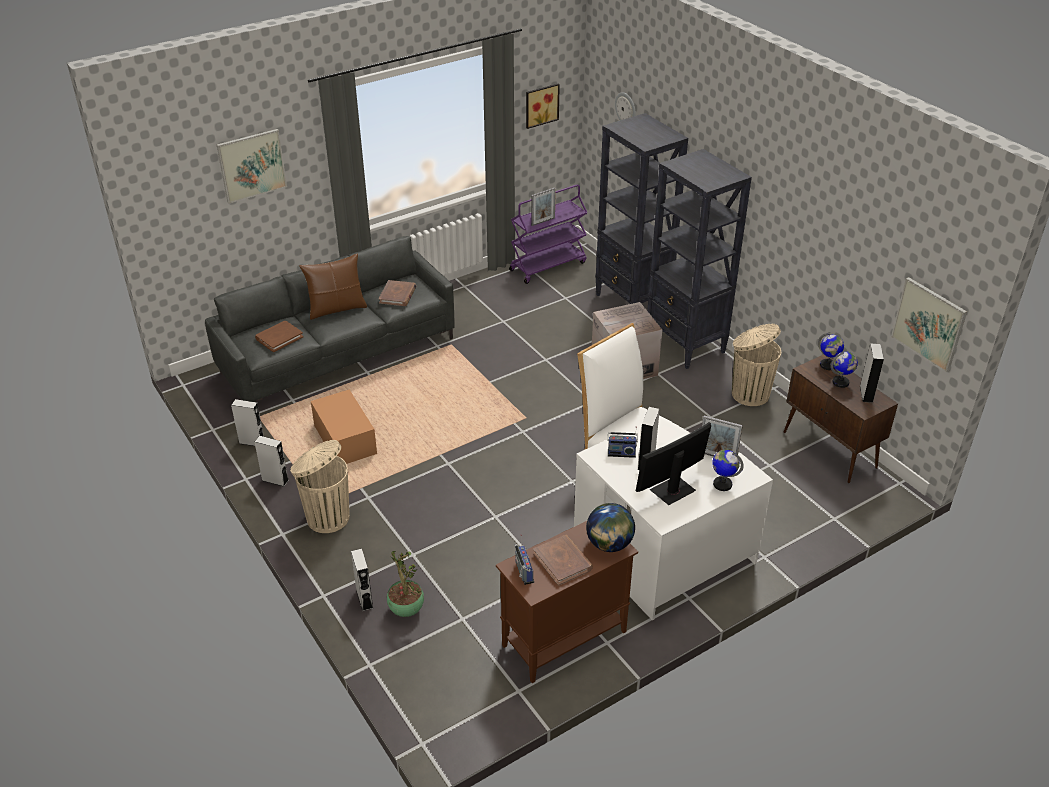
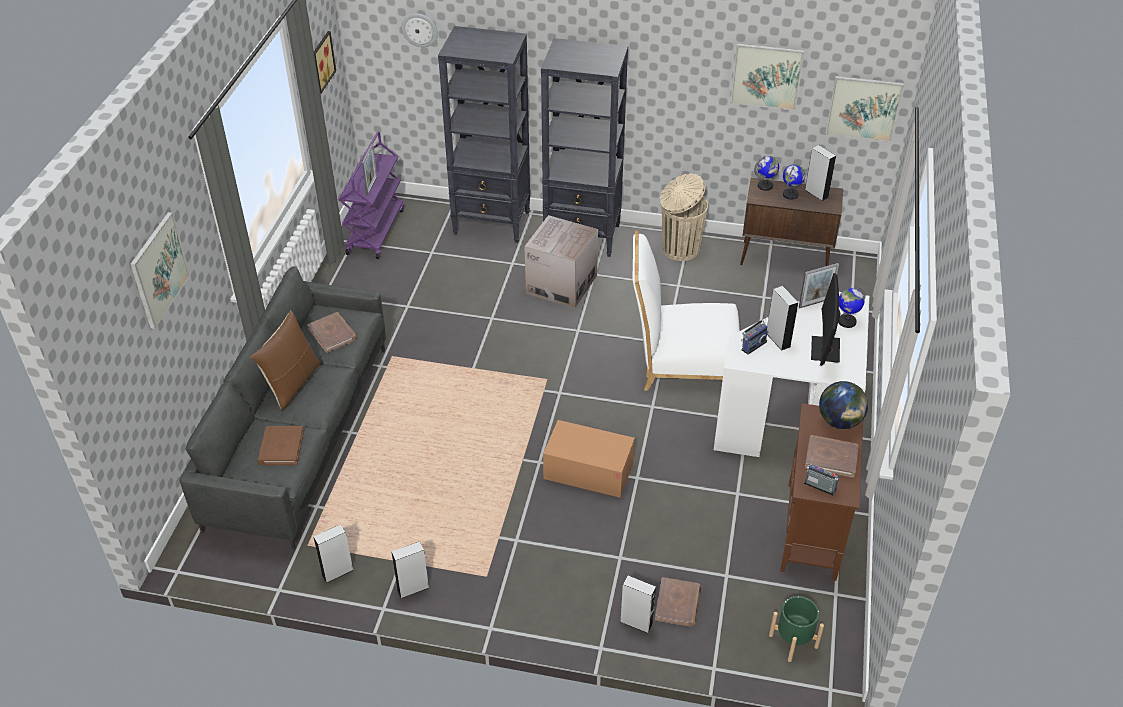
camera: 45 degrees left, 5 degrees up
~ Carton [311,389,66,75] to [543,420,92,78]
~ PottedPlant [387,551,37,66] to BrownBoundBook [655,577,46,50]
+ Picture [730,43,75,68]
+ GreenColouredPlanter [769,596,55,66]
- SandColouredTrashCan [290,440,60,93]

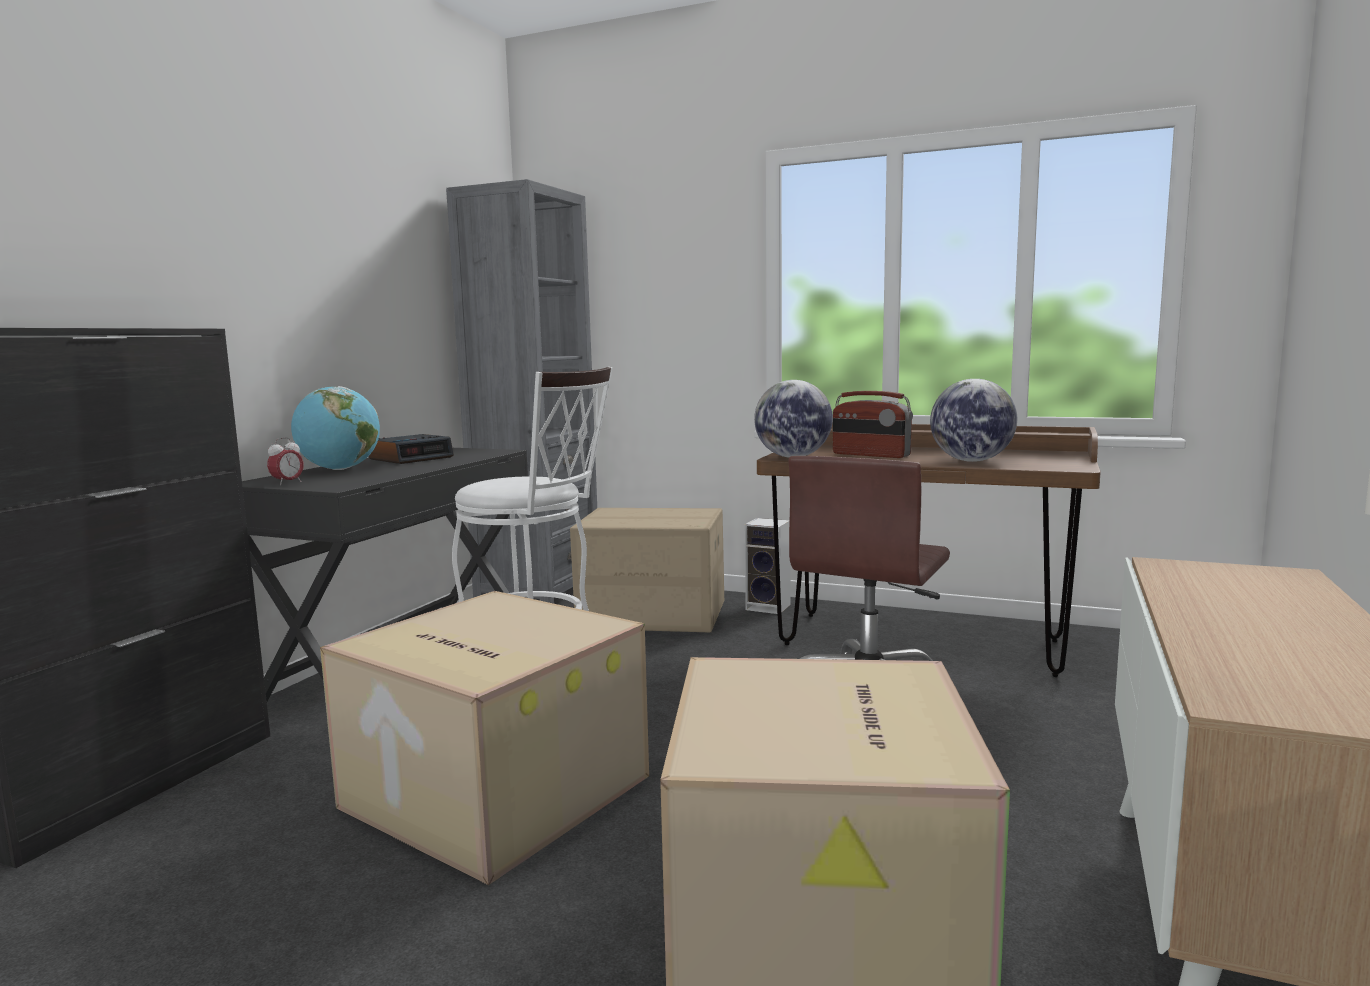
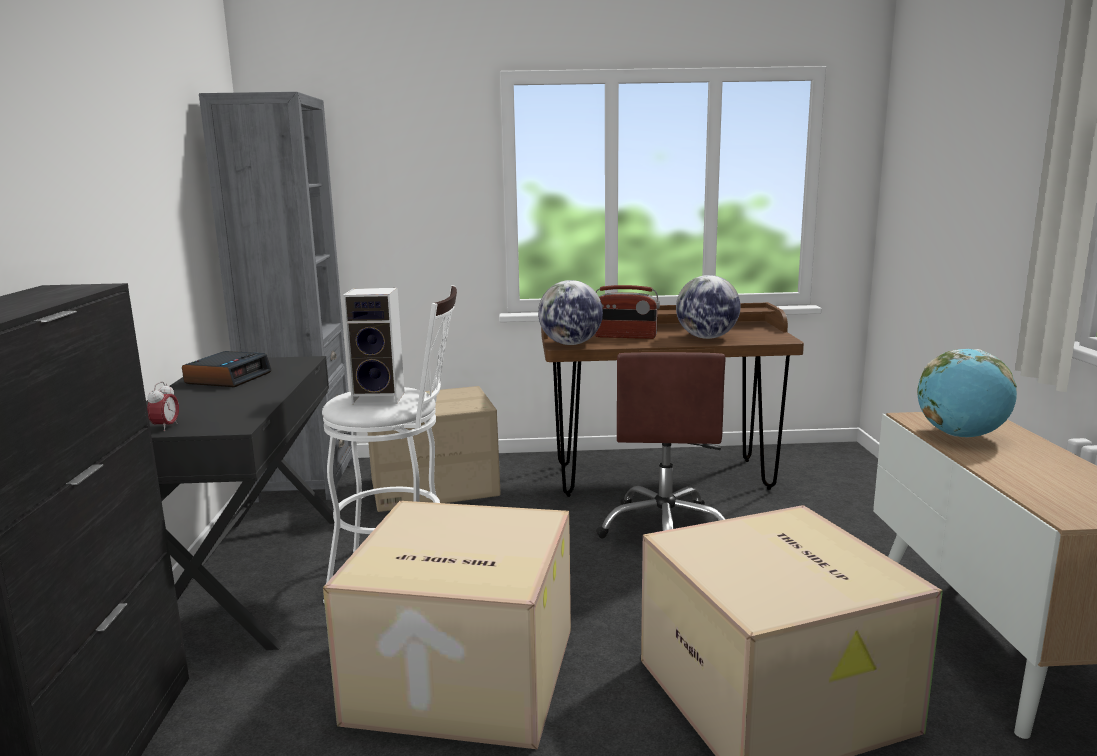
camera: 25 degrees left, 5 degrees up
~ Speaker [745,518,45,96] to [343,288,62,117]
~ DeskGlobe [291,386,89,84] to [917,349,100,88]

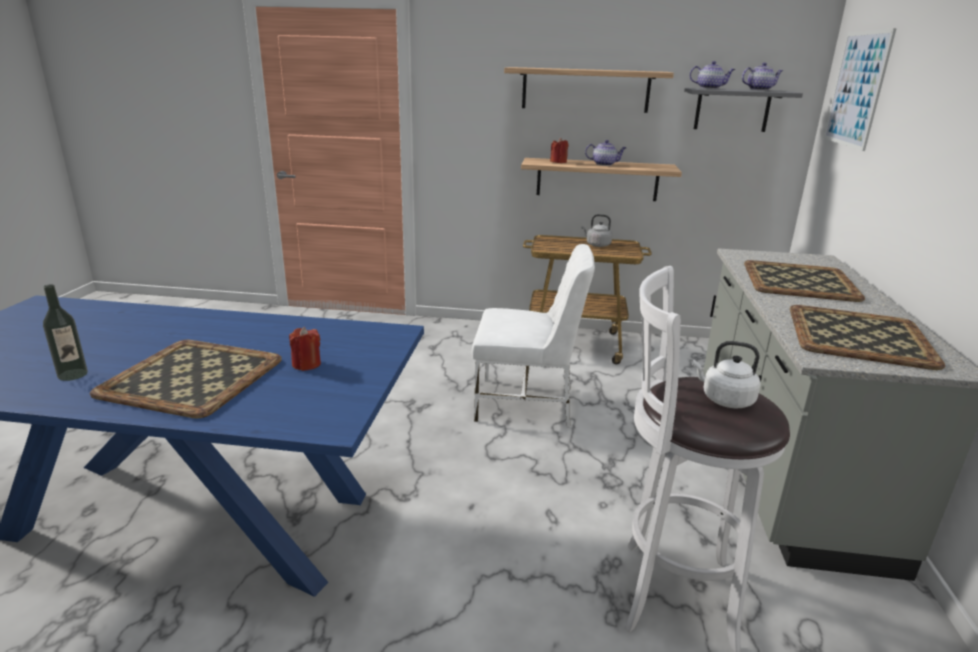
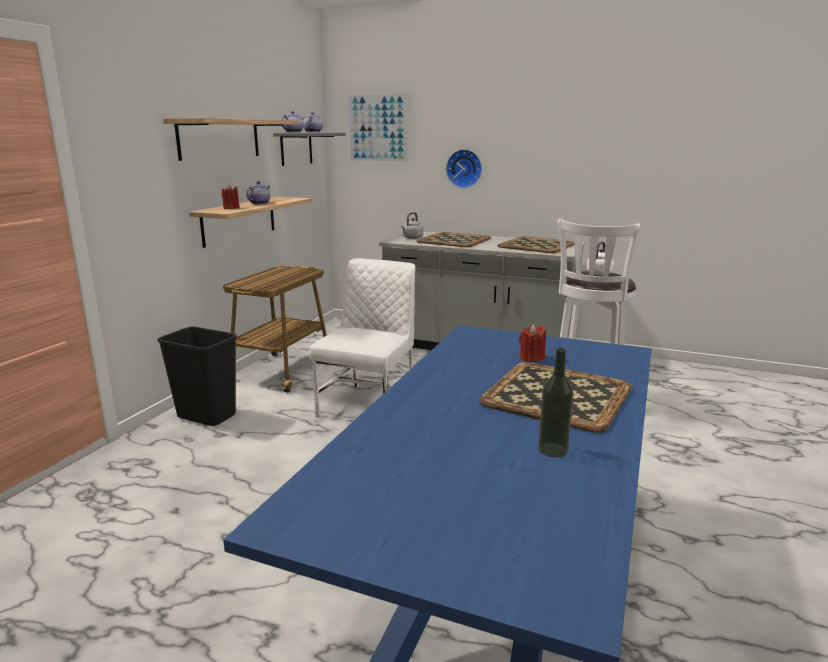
camera: 75 degrees left, 5 degrees down
+ BlackColouredTrashCan [157,327,80,99]
~ GreyishTeaKettle [581,214,31,33] to [401,212,22,27]
+ WallClock [446,149,36,39]

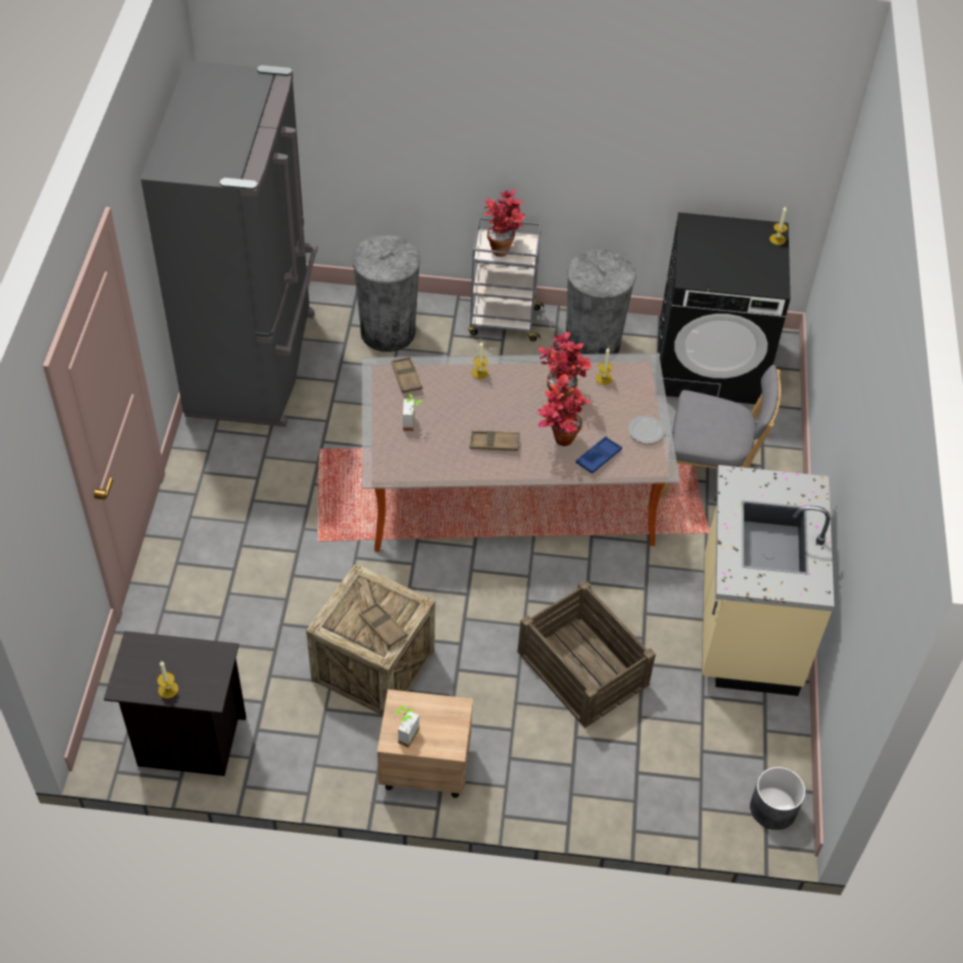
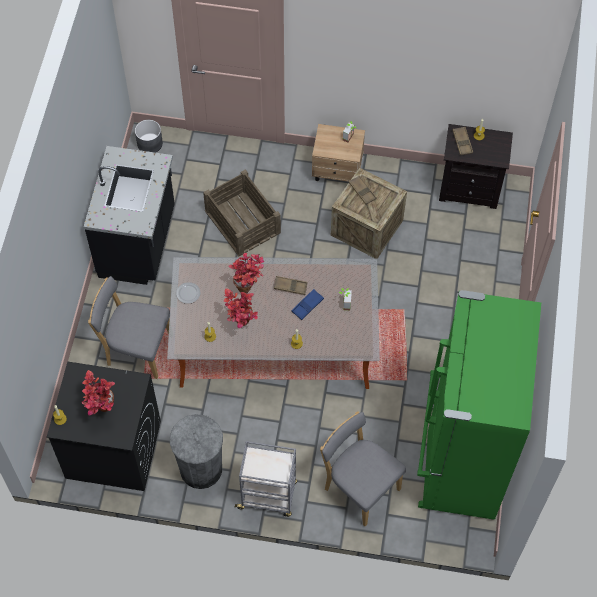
camera: 175 degrees left, 10 degrees up
~ PottedPlant [484,189,41,68] to [82,370,33,45]
~ SandColouredKitchenBaseUnit [702,465,132,231] to BlackColouredKitchenBaseUnit [84,146,91,139]
~ BlueCarryingTray [576,436,46,38] to [291,289,33,31]
~ GreyishTrashCan [352,235,69,117] to GreyishPlainChair [320,411,86,115]
~ GreyishFridge [141,60,177,367] to GreenColouredFridge [417,290,124,230]
~ BrownCarryingTray [391,356,31,37] to [453,127,20,29]

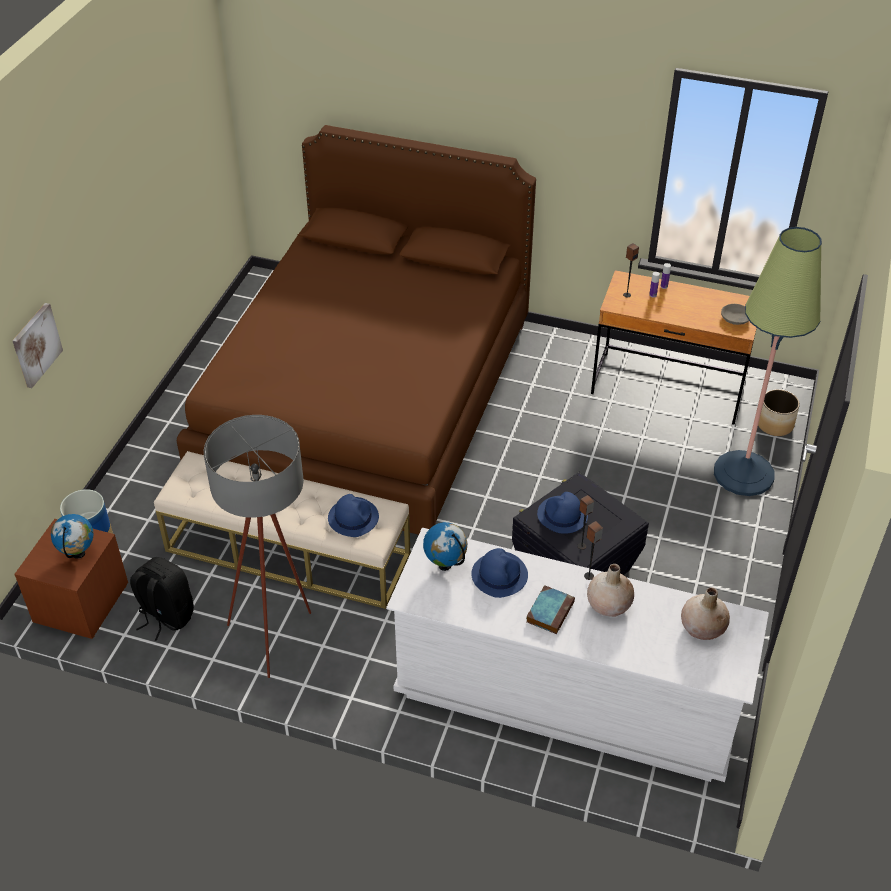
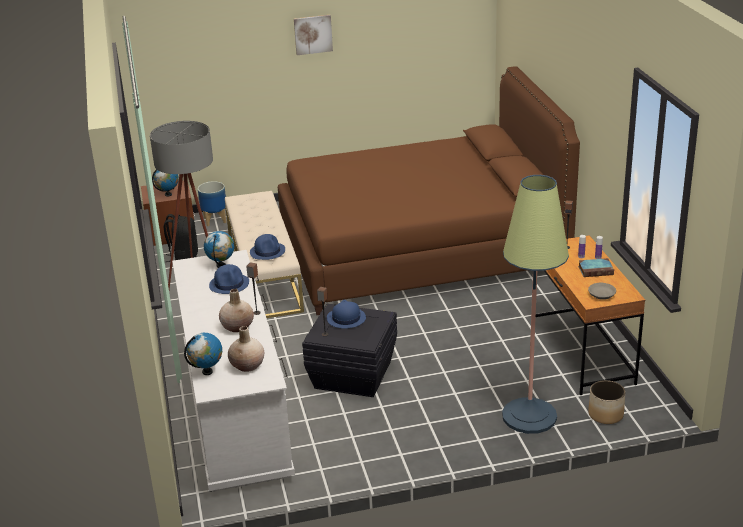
camera: 60 degrees right, 15 degrees down
+ DeskGlobe [184,333,38,42]
~ Picture [12,303,51,85] to [294,15,39,40]
~ BoundBook [526,585,49,49] to [578,258,36,19]

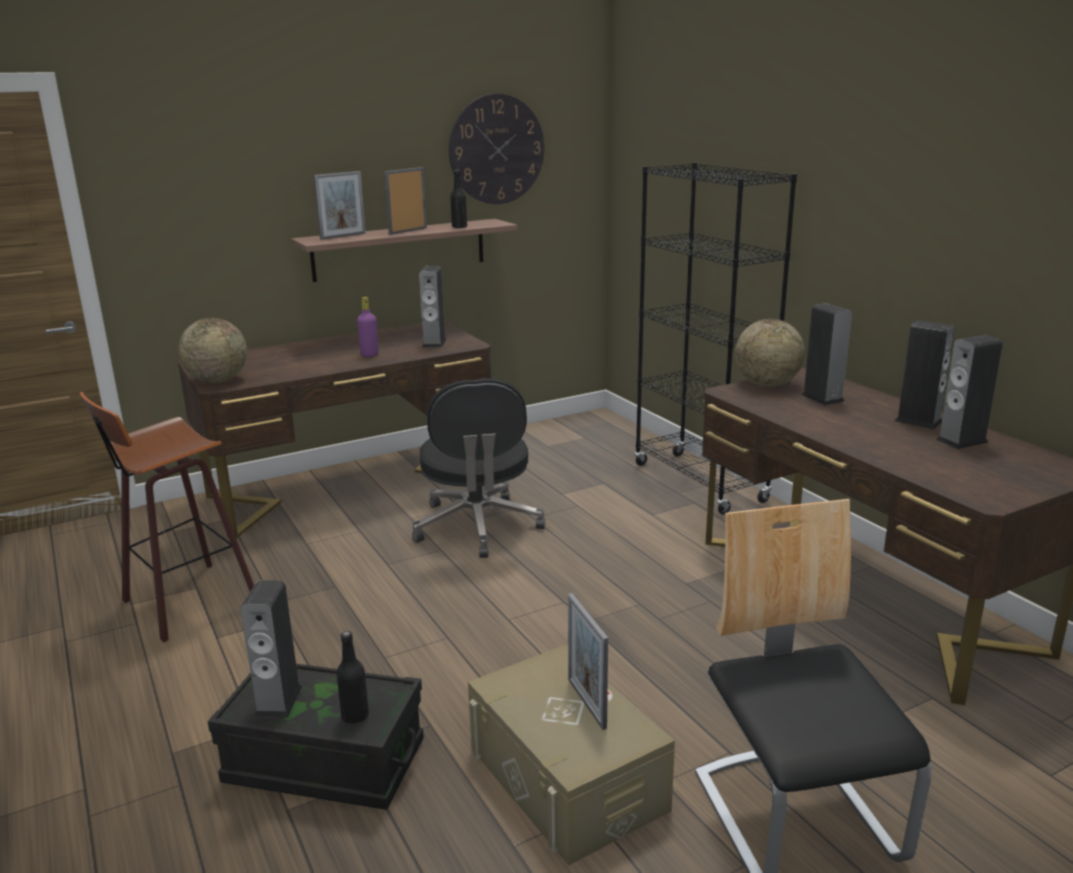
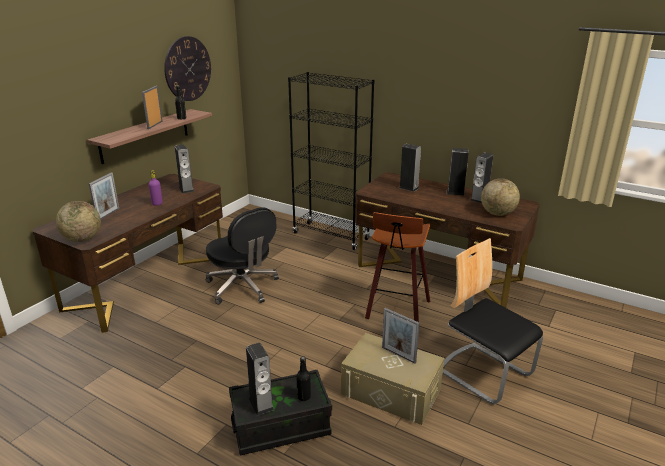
camera: 30 degrees left, 5 degrees up
~ PhotoFrame [314,171,52,69] to [89,173,30,46]
~ SittingStool [80,392,174,251] to [365,212,65,110]
~ DeskGlobe [735,319,70,68] to [481,178,39,38]

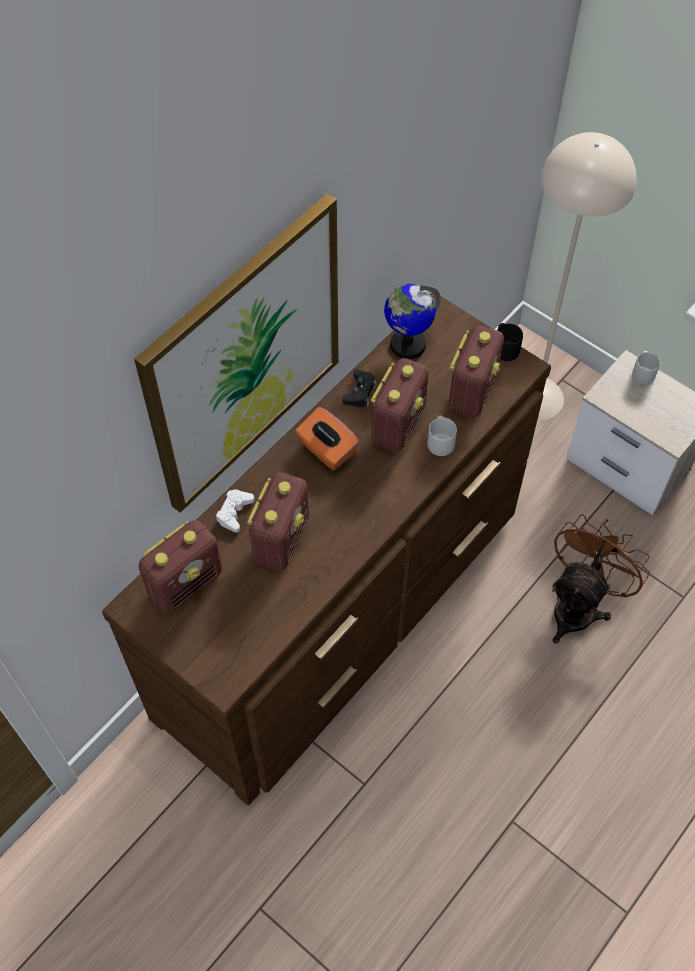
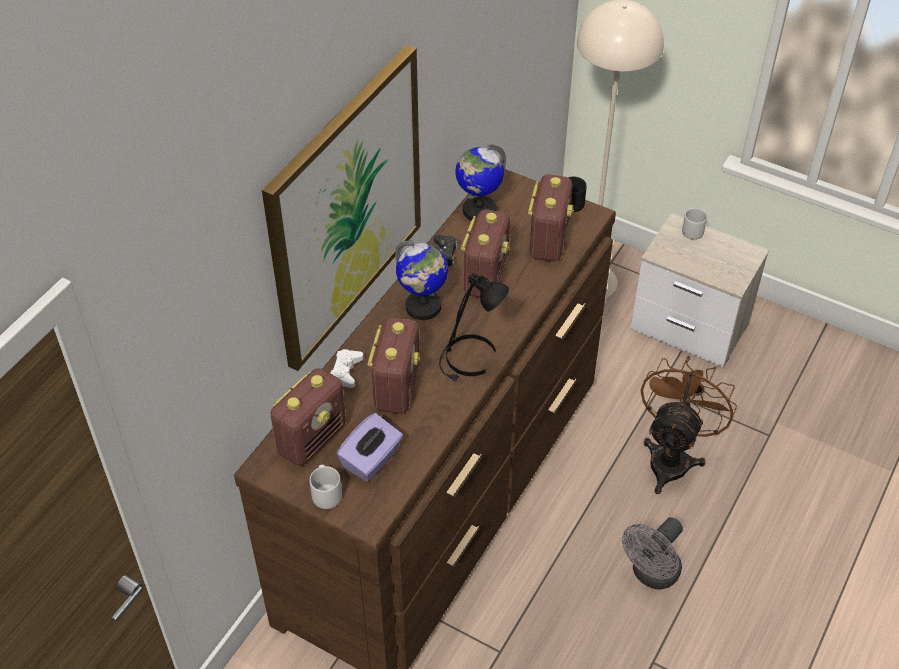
camera: 10 degrees left, 10 degrees down
~ GreyishCoffeeMug [427,415,30,41] to [309,465,33,44]
+ PurpleColouredTissueHolder [336,413,67,69]
~ OrangeyTissueHolder [296,407,63,63] to DeskGlobe [395,240,53,80]
+ BlackColouredTableLamp [439,273,70,108]
+ GreyishFan [622,517,61,73]

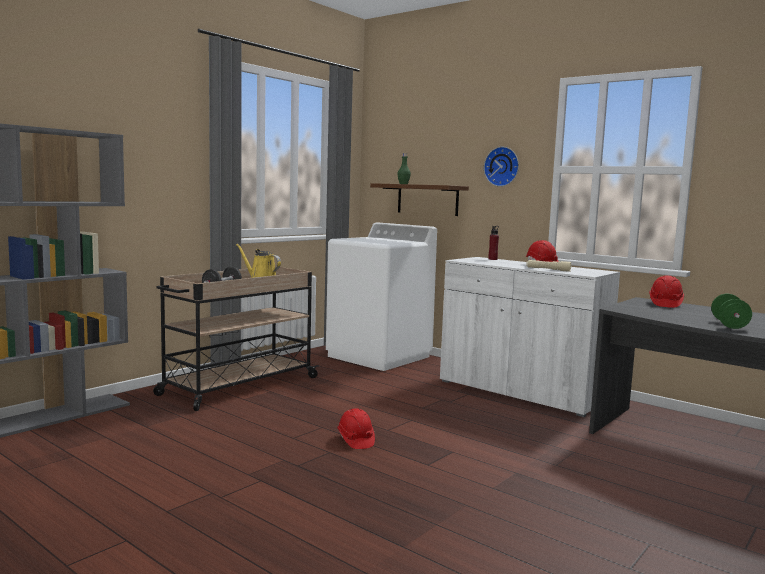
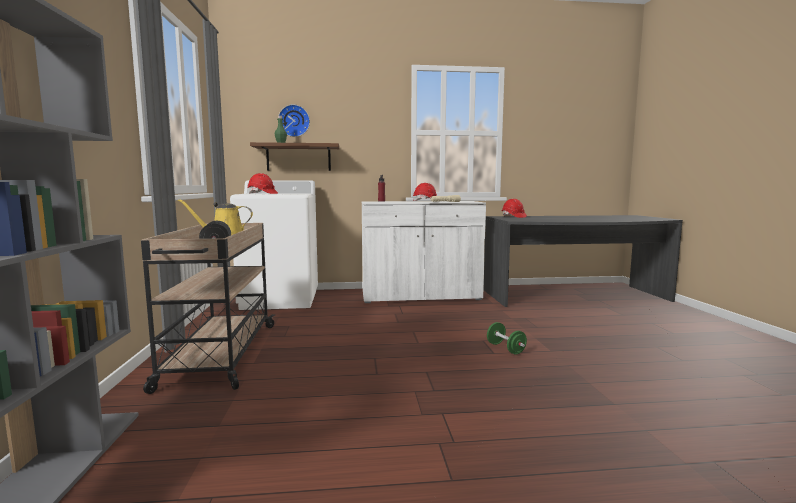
camera: 45 degrees left, 0 degrees up
~ ReddishWorkHelmet [337,408,38,41] to [247,173,31,21]
~ WallClock [484,147,35,40] to [279,104,31,33]
~ GreenColouredHandWeight [711,294,41,35] to [487,322,40,33]

